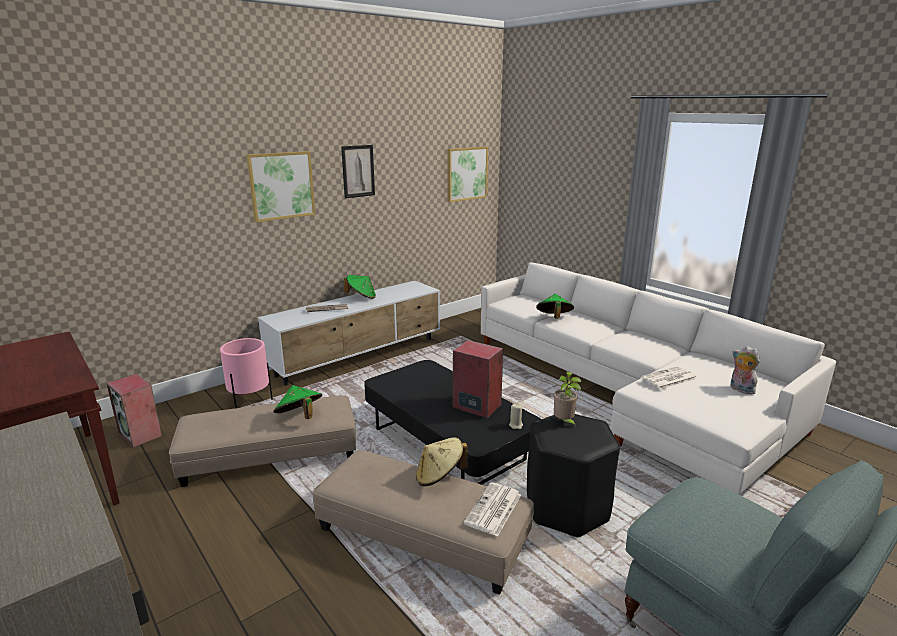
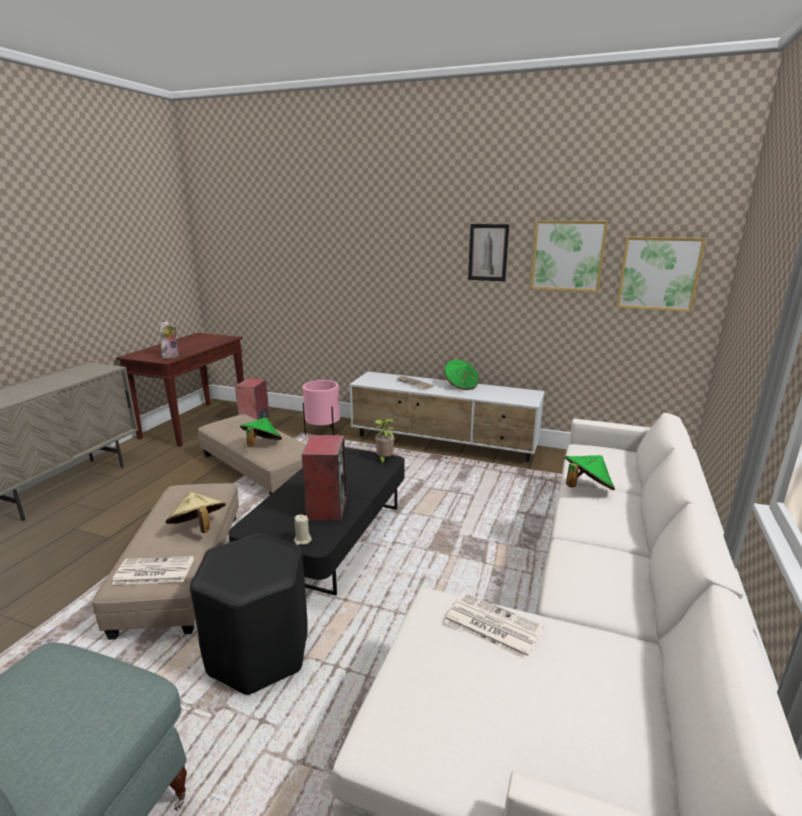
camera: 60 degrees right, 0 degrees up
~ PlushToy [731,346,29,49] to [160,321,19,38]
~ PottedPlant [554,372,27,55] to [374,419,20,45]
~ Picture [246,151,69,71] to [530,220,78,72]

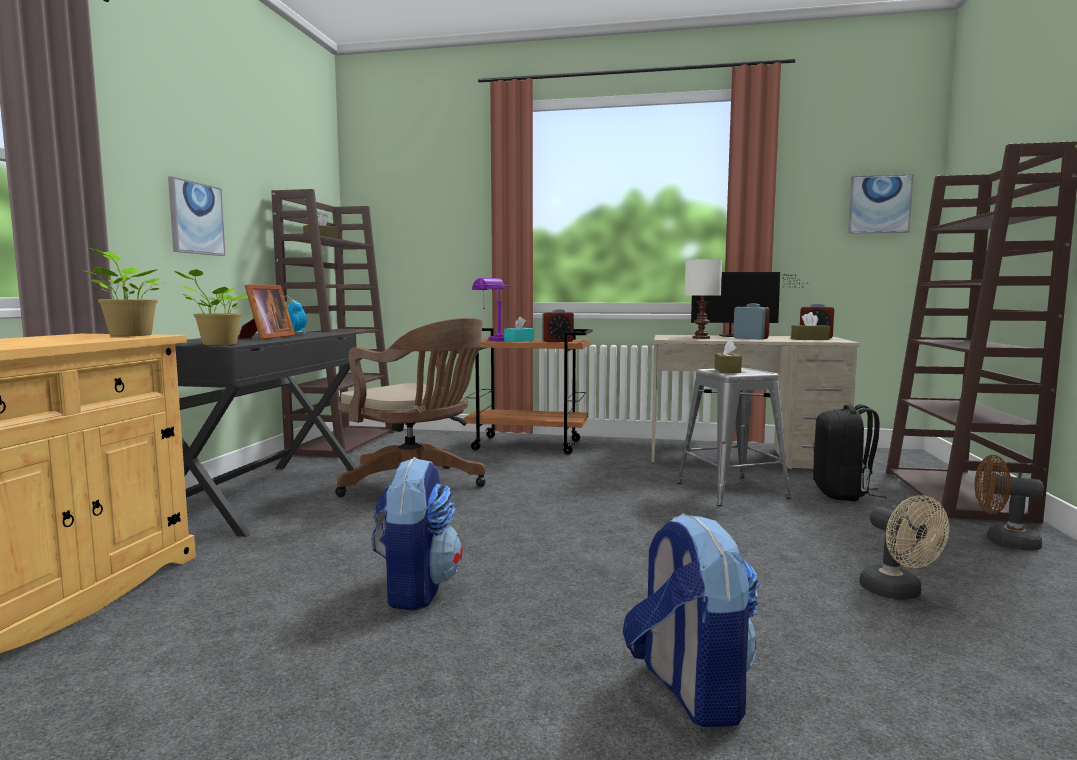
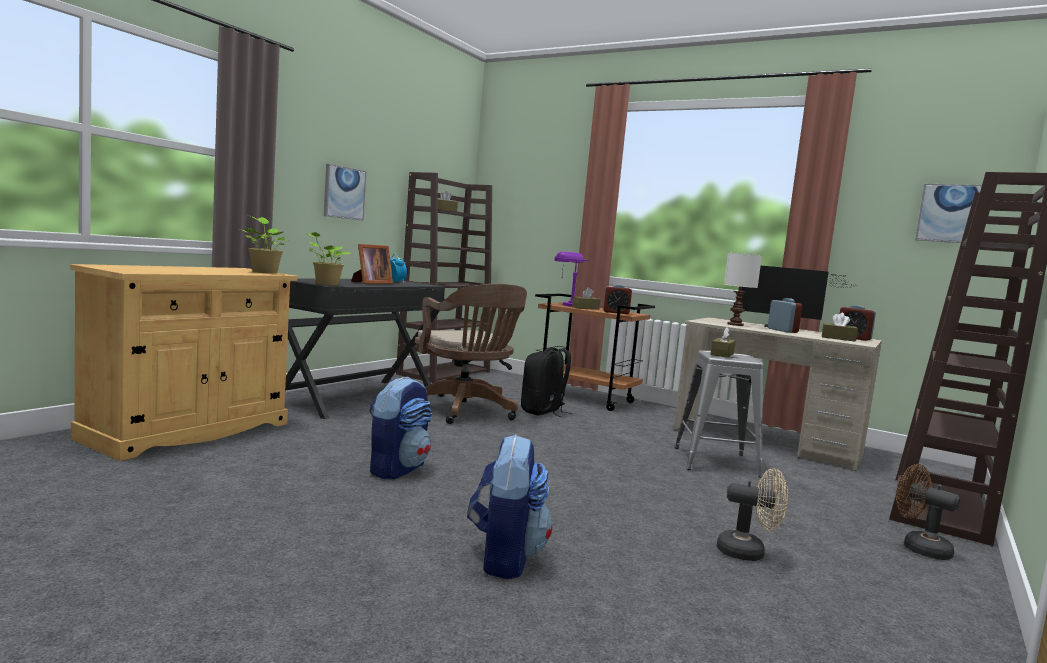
camera: 20 degrees right, 0 degrees up
~ BlackColouredKnapsack [813,404,73,97] to [521,348,51,69]
~ BlueGreenTissueHolder [504,316,30,26] to BrownTissueHolder [572,288,28,22]
~ SandColouredFan [859,495,90,105] = [717,468,71,93] 75 degrees counterclockwise

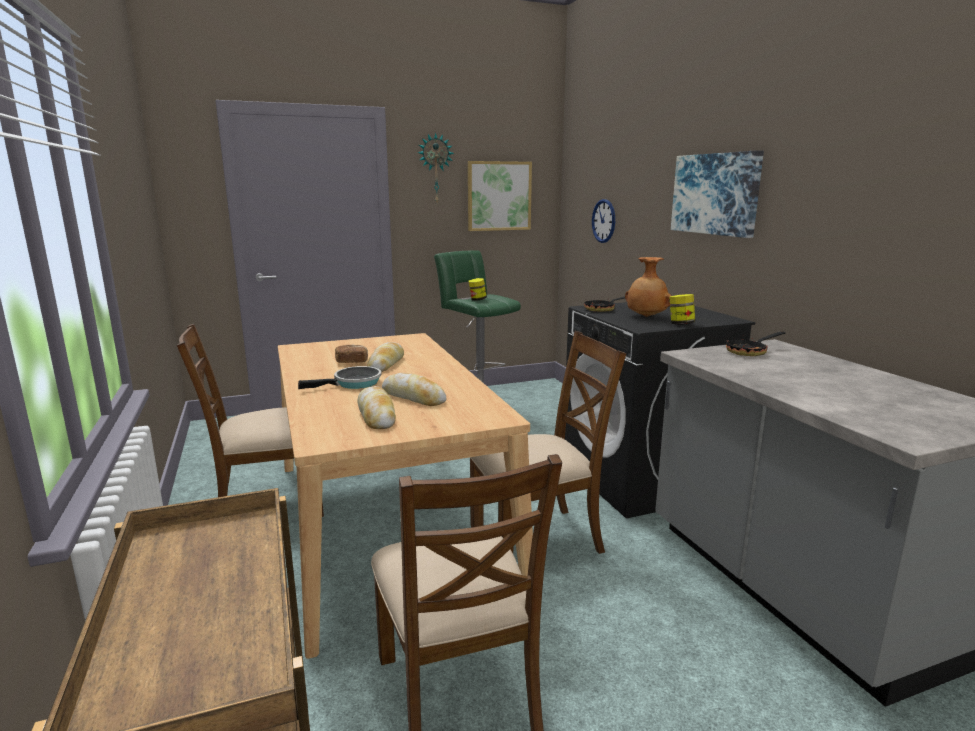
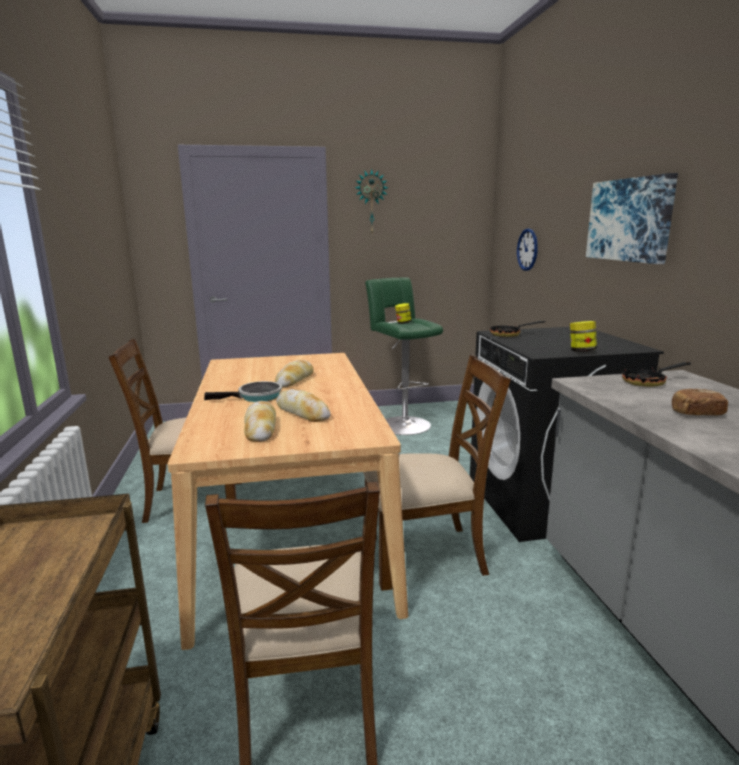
camera: 10 degrees right, 0 degrees up
~ Bread [335,344,33,19] to [672,388,56,27]
- Picture [468,161,64,70]
- BrownDecorativeVase [625,257,46,60]

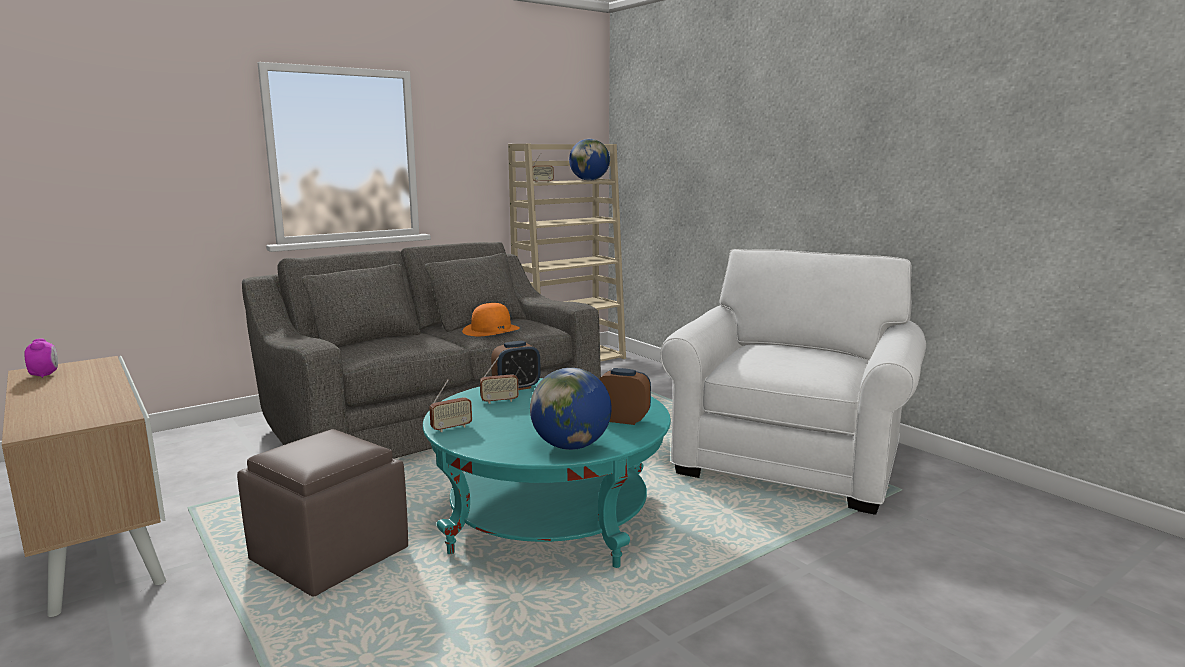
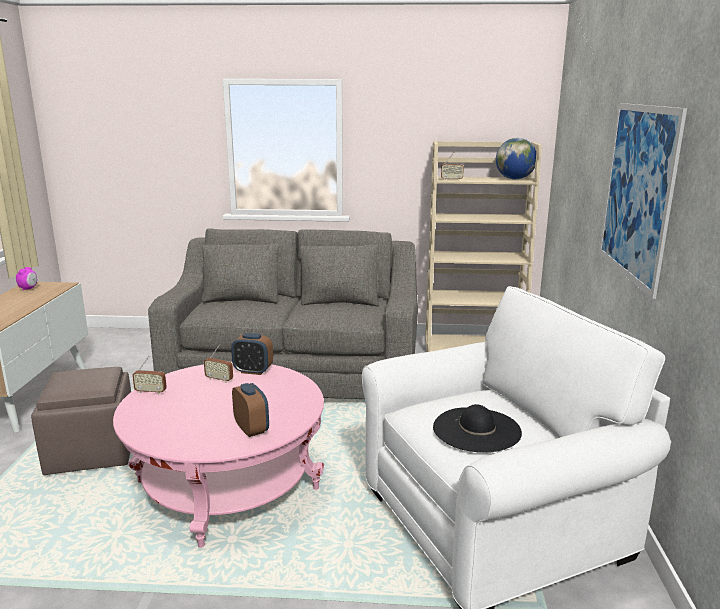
camera: 40 degrees right, 5 degrees up
~ BlueGreenCoffeeTable [423,378,248,190] to PinkishCoffeeTable [113,362,211,186]
+ BlackColouredWearableHat [433,404,89,49]
+ Picture [599,103,88,196]
- OrangeyWearableHat [462,303,58,33]
- DeskGlobe [530,368,82,82]

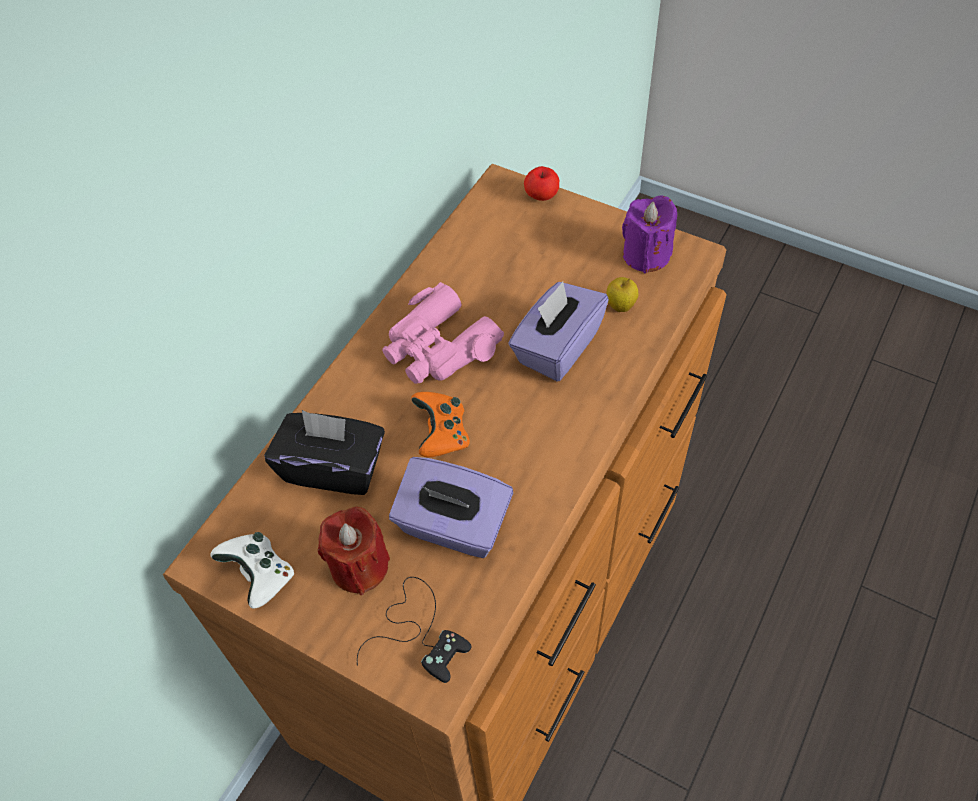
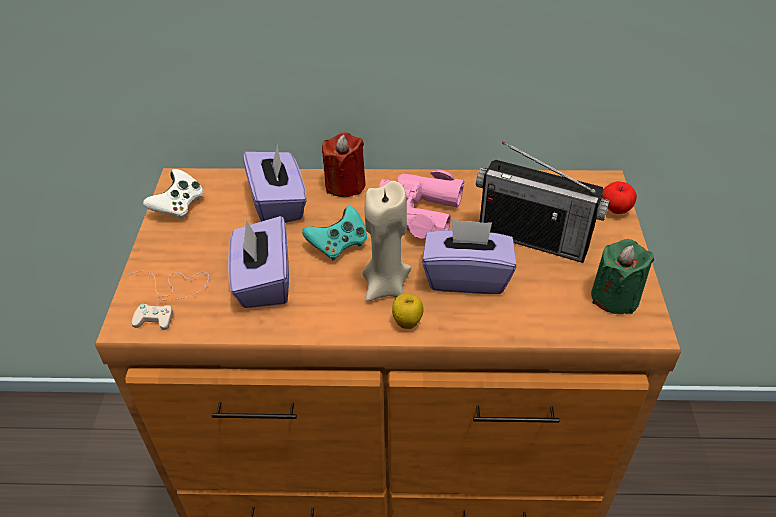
camera: 60 degrees right, 10 degrees down
~ BlackColouredJoypad [357,577,114,106] to WhiteJoypad [129,271,80,59]
~ BlackColouredTissueHolder [264,410,121,85] to PurpleColouredTissueHolder [243,144,64,79]
~ OrangeyJoypad [411,392,59,65] to BlueGreenJoypad [302,206,65,54]
~ ReddishWaxLight [318,507,72,88] to [322,132,43,65]
+ SandColouredWaxLight [363,181,48,120]
~ Apple [607,277,32,35] to [392,293,32,36]
+ RadioReceiver [476,141,134,122]
~ PurpleColouredWaxLight [622,195,55,79] to GreenColouredWaxLight [591,239,63,75]

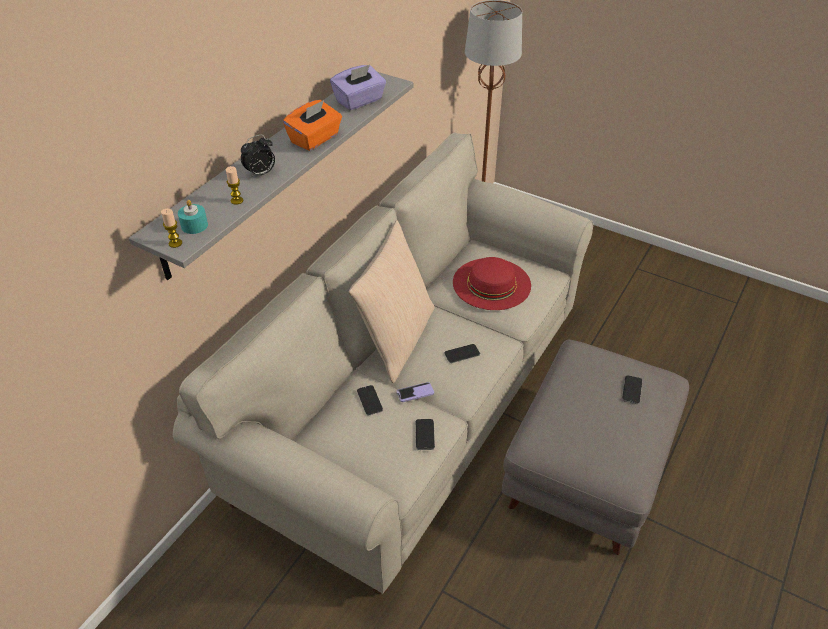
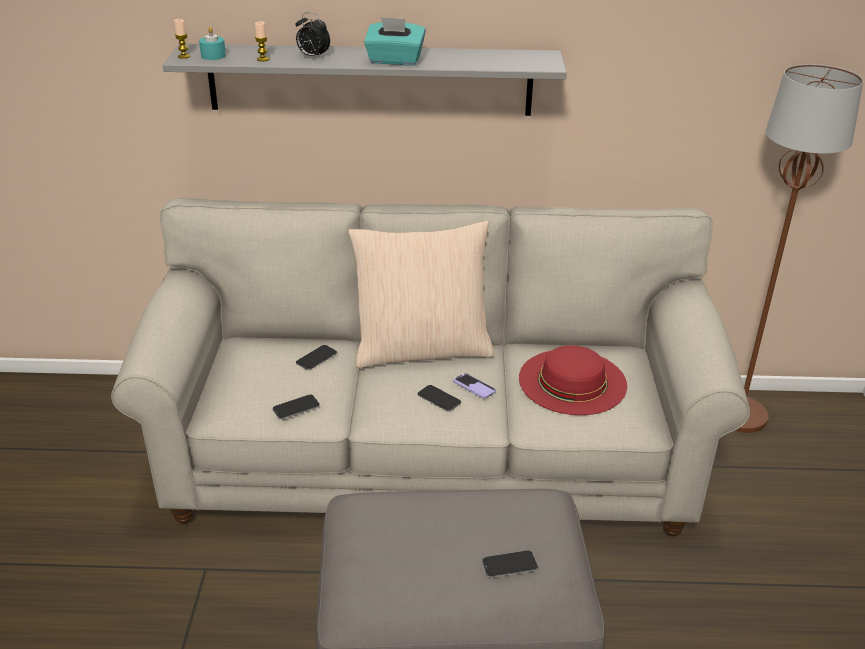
camera: 60 degrees right, 10 degrees down
~ OrangeyTissueHolder [283,100,59,51] to BlueGreenTissueHolder [364,17,62,48]
~ Telephone [396,382,38,20] to [453,373,43,26]
- PurpleColouredTissueHolder [330,65,56,45]

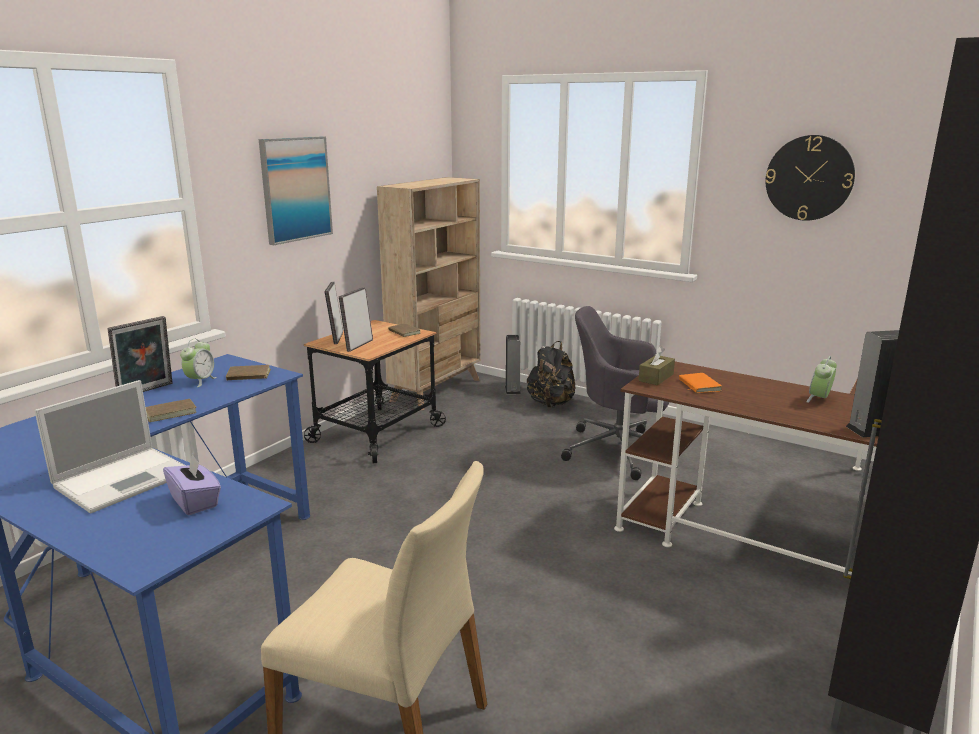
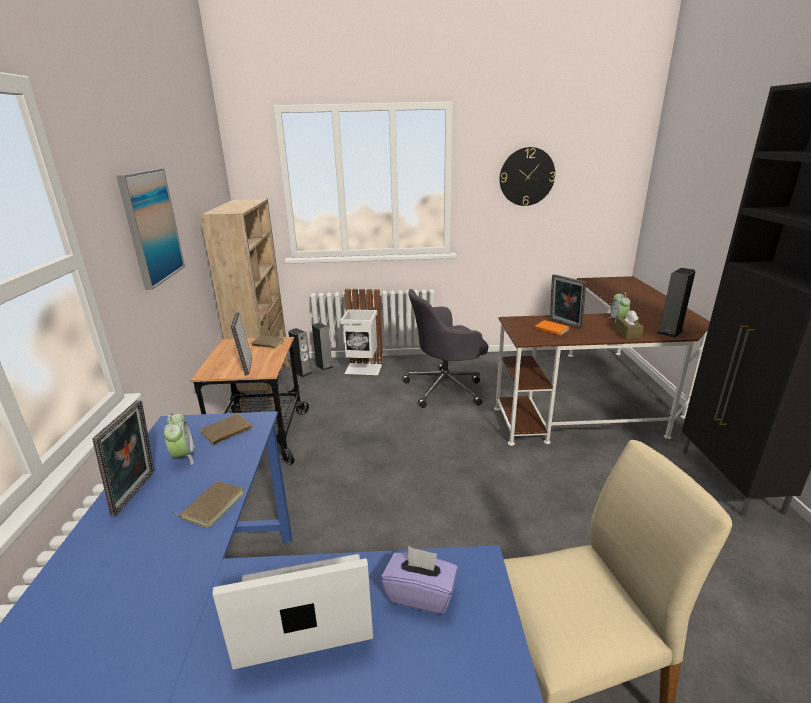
camera: 35 degrees left, 5 degrees up
~ PortableComputer [35,380,151,133] = [213,554,160,116] 105 degrees counterclockwise
+ Speaker [288,328,24,49]
~ BlackColouredKnapsack [527,341,48,67] to WhiteTrashCan [341,289,42,86]
~ PhotoFrame [324,282,19,62] to [550,274,36,55]
~ BrownTissueHolder [638,346,37,39] to [615,310,29,29]

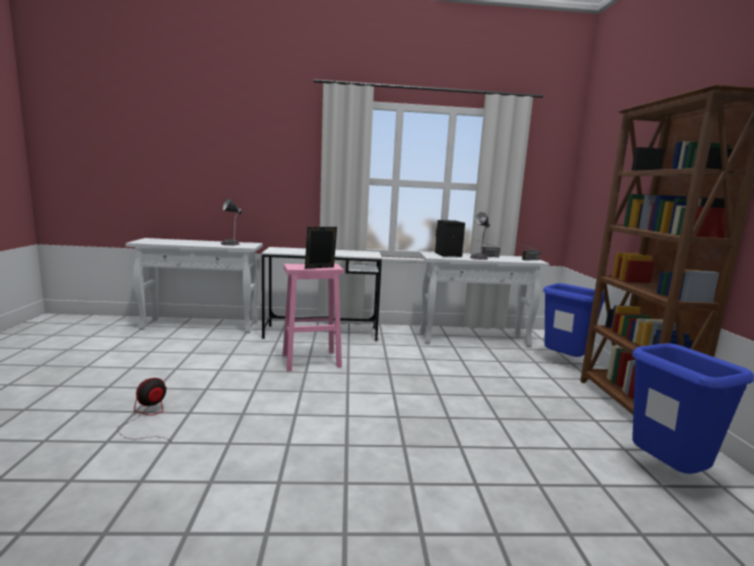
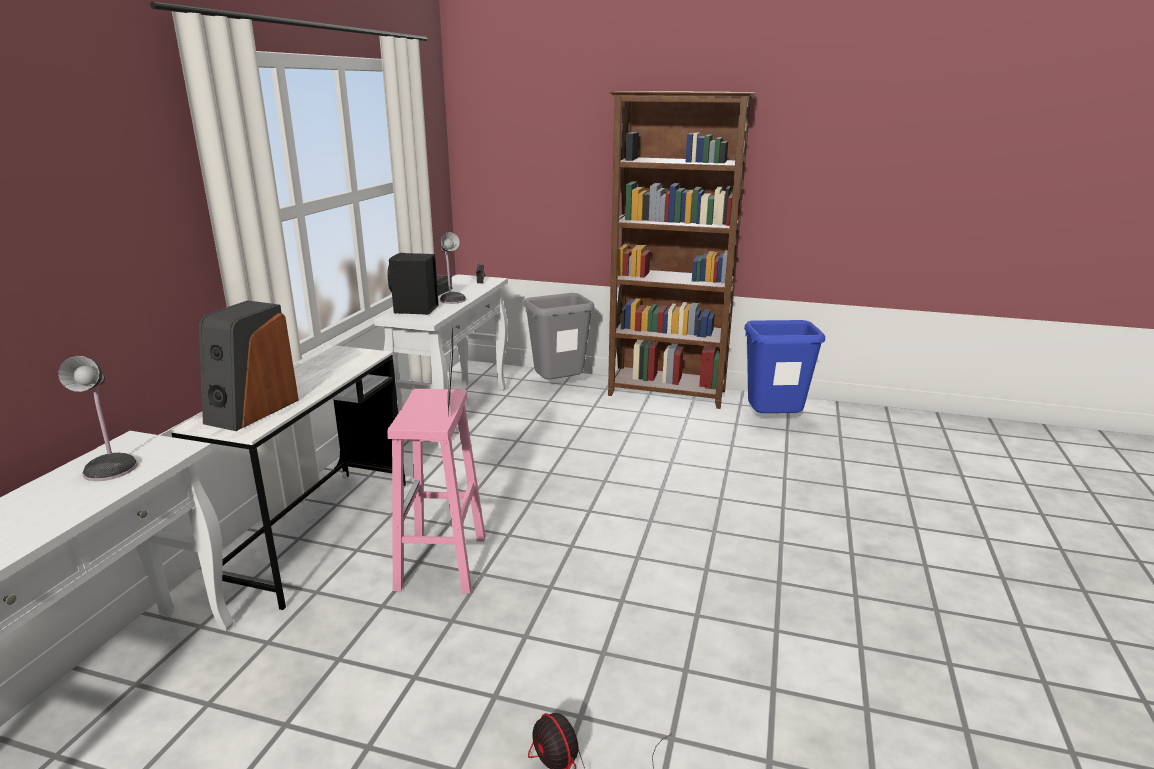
camera: 70 degrees left, 10 degrees up
+ Speaker [199,300,100,131]
~ BlueTrashCan [543,283,62,74] to GreyishTrashCan [523,293,71,86]

